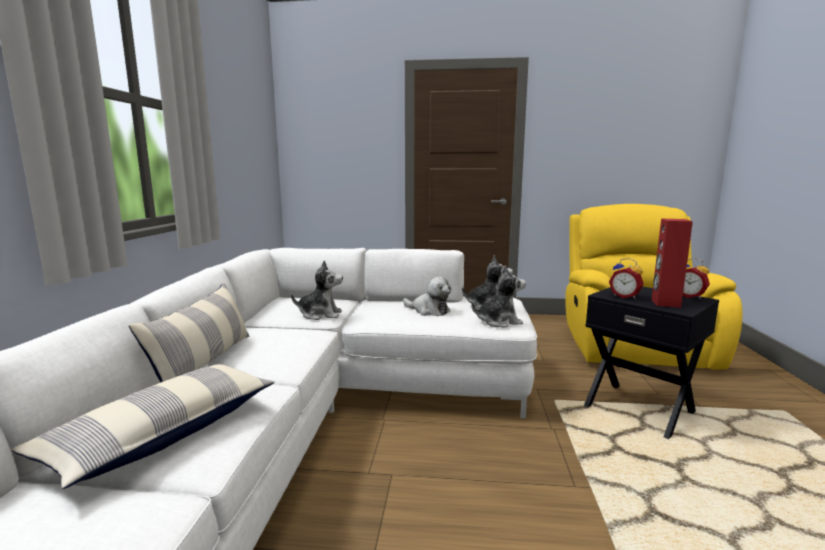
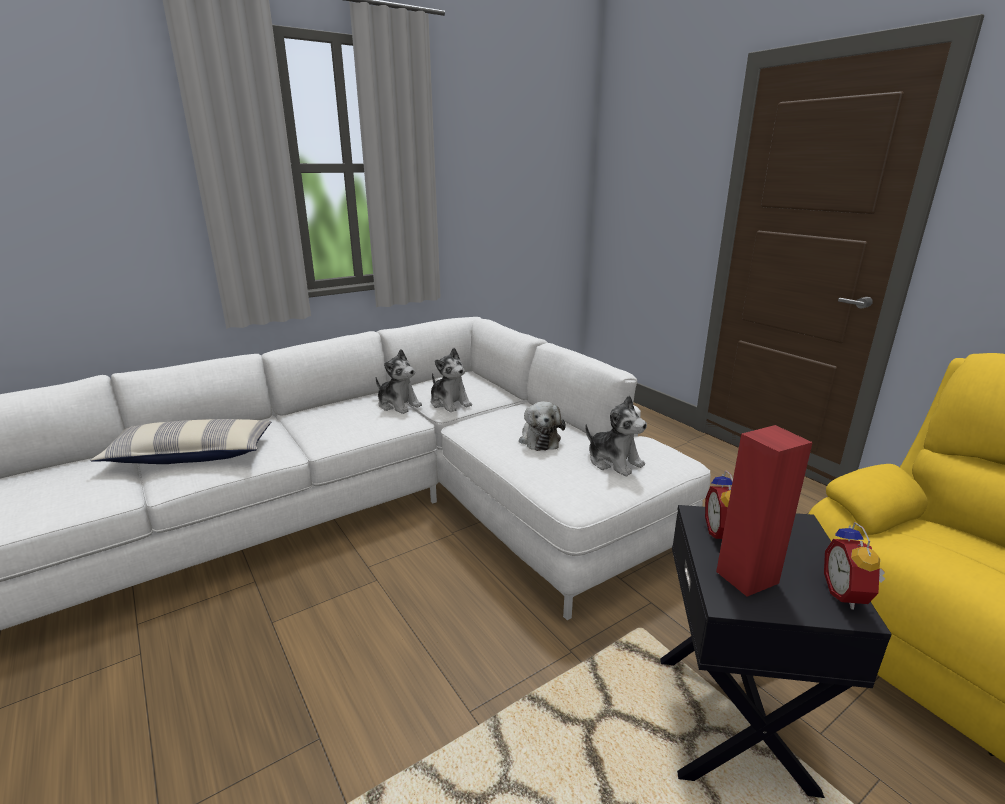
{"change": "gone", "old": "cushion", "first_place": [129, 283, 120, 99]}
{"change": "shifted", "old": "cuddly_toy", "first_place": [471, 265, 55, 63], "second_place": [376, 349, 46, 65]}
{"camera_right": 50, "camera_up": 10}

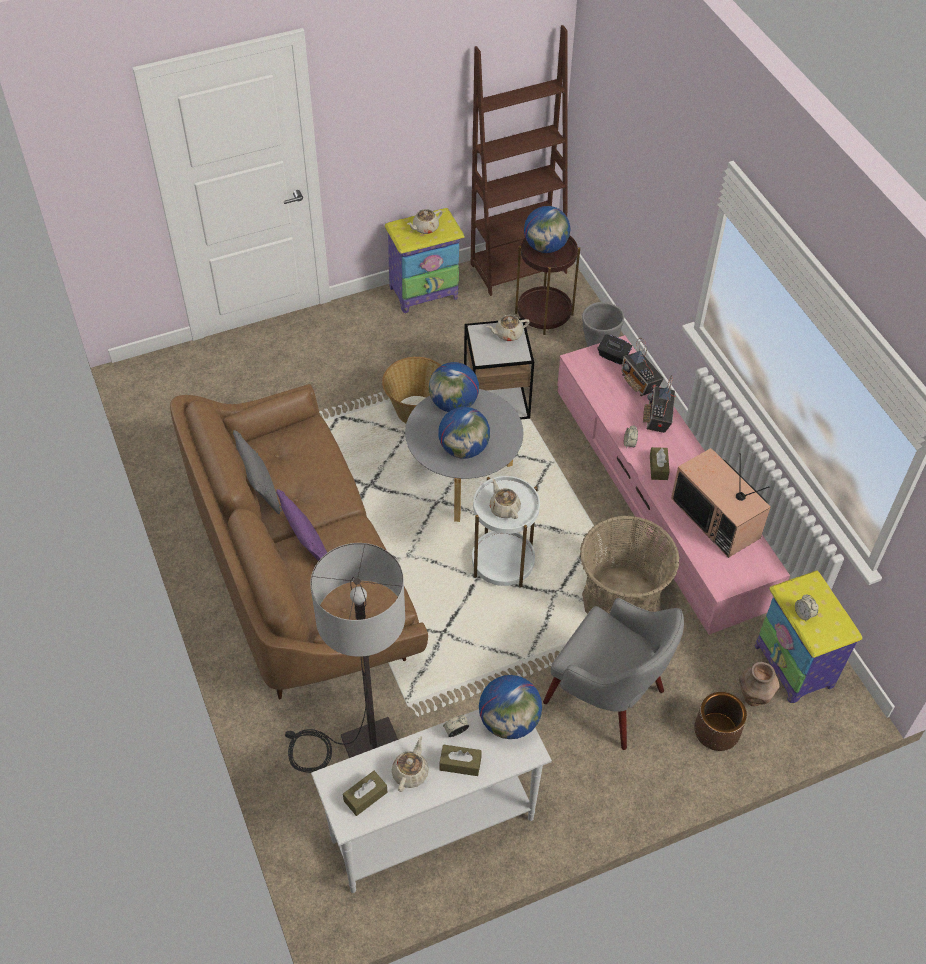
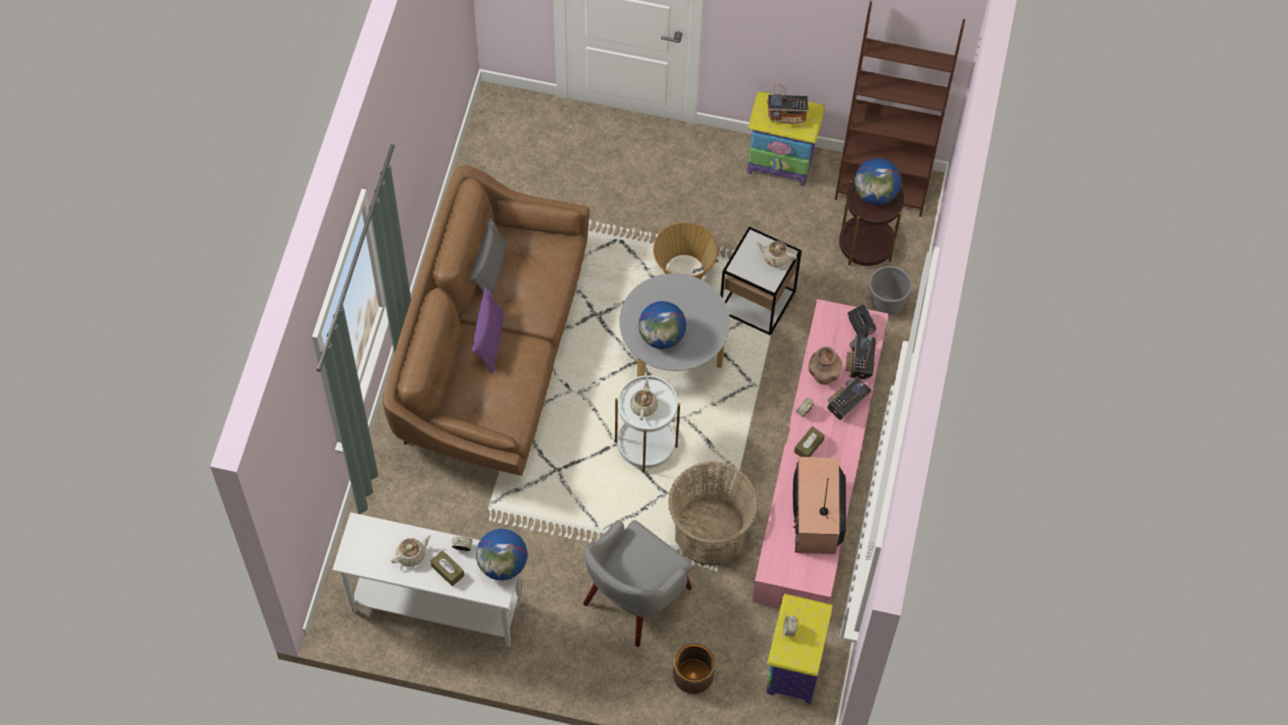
{"change": "gone", "old": "standard_lamp", "first_place": [285, 543, 120, 230]}
{"change": "gone", "old": "brownish_tissue_holder", "first_place": [343, 771, 44, 45]}
{"change": "swapped", "old": "beige_teapot", "new": "radio_receiver", "first_place": [407, 209, 36, 25], "second_place": [767, 84, 42, 40]}
{"change": "gone", "old": "world_globe", "first_place": [429, 362, 50, 50]}
{"change": "rotated", "old": "greyish_easy_chair", "first_place": [543, 598, 141, 152], "second_place": [583, 520, 109, 127], "degrees": 60}
{"change": "shifted", "old": "brownish_decorative_vase", "first_place": [739, 662, 41, 44], "second_place": [808, 346, 34, 39]}
{"camera_right": 35, "camera_up": 10}

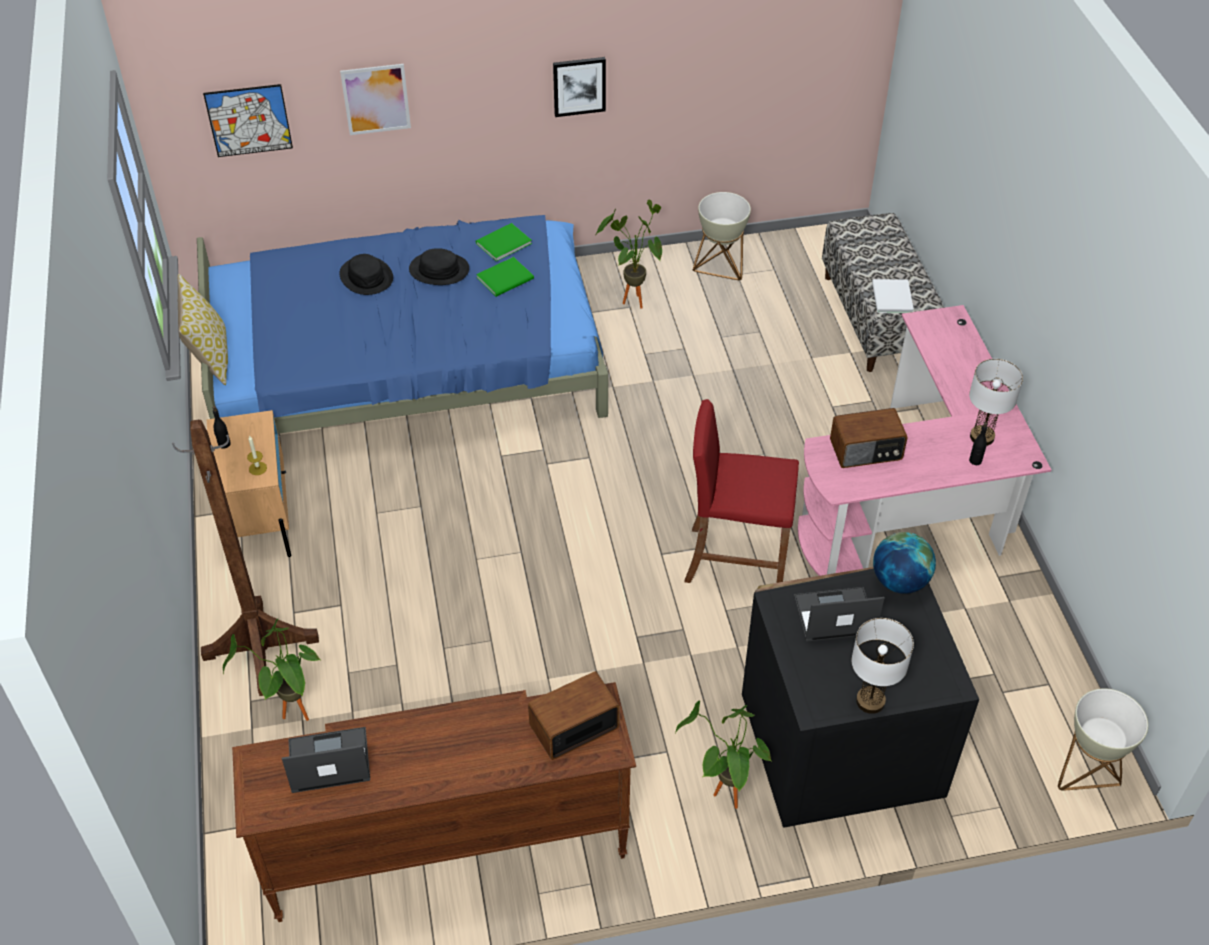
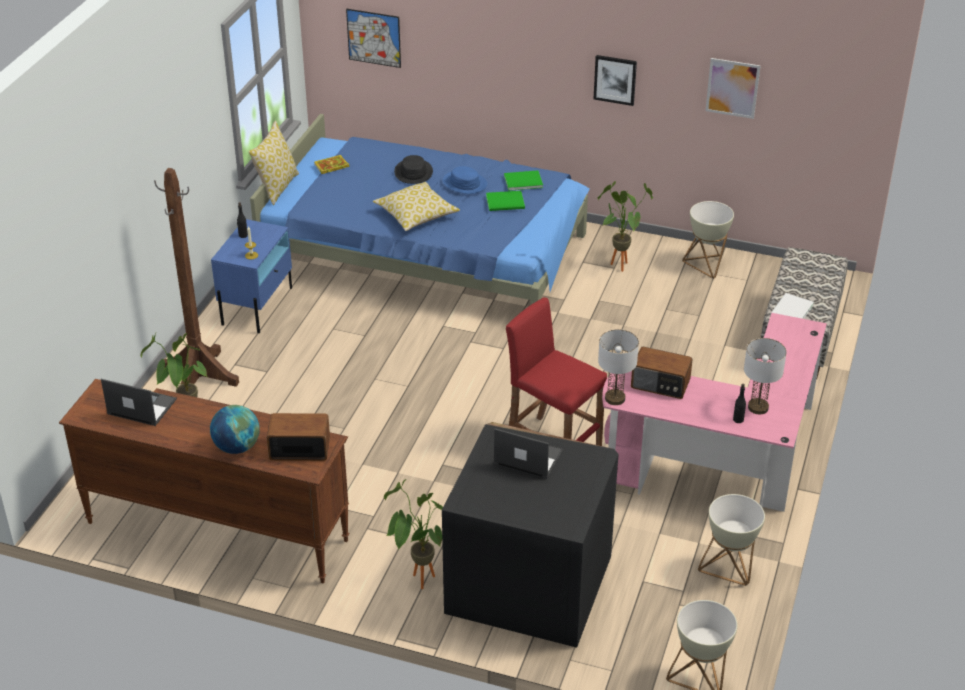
{"change": "repainted", "old": "beige_bedside_table", "new": "blue_bedside_table", "first_place": [207, 410, 85, 147], "second_place": [211, 219, 81, 114]}
{"change": "shifted", "old": "wall_picture", "first_place": [340, 64, 71, 71], "second_place": [705, 58, 56, 61]}
{"change": "repainted", "old": "blackish_hat", "new": "blue_hat", "first_place": [409, 248, 60, 37], "second_place": [443, 166, 44, 28]}
{"change": "shifted", "old": "lamp_for_a_table", "first_place": [852, 618, 62, 96], "second_place": [598, 329, 41, 76]}
{"change": "shifted", "old": "world_globe", "first_place": [873, 532, 63, 62], "second_place": [210, 405, 50, 49]}
{"change": "new", "new": "book", "second_place": [314, 155, 35, 19]}
{"change": "new", "new": "cushion", "second_place": [373, 182, 87, 49]}
{"change": "new", "new": "flower_pot", "second_place": [698, 494, 67, 92]}
{"camera_right": 30, "camera_up": -10}

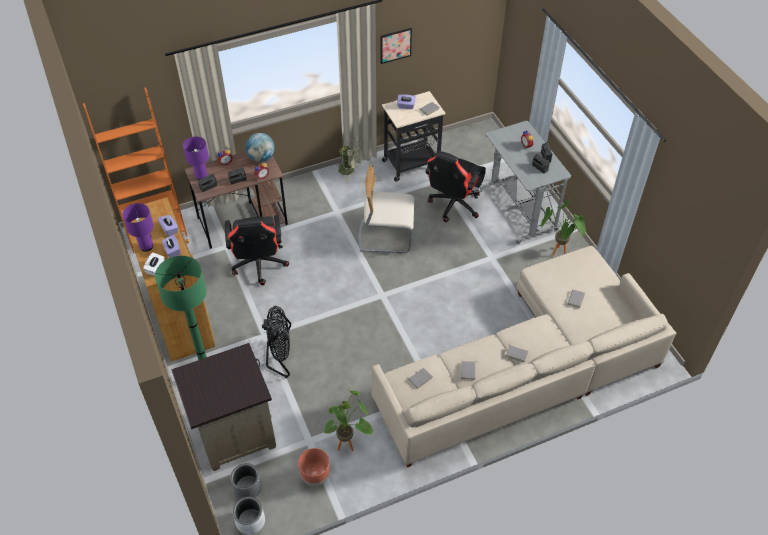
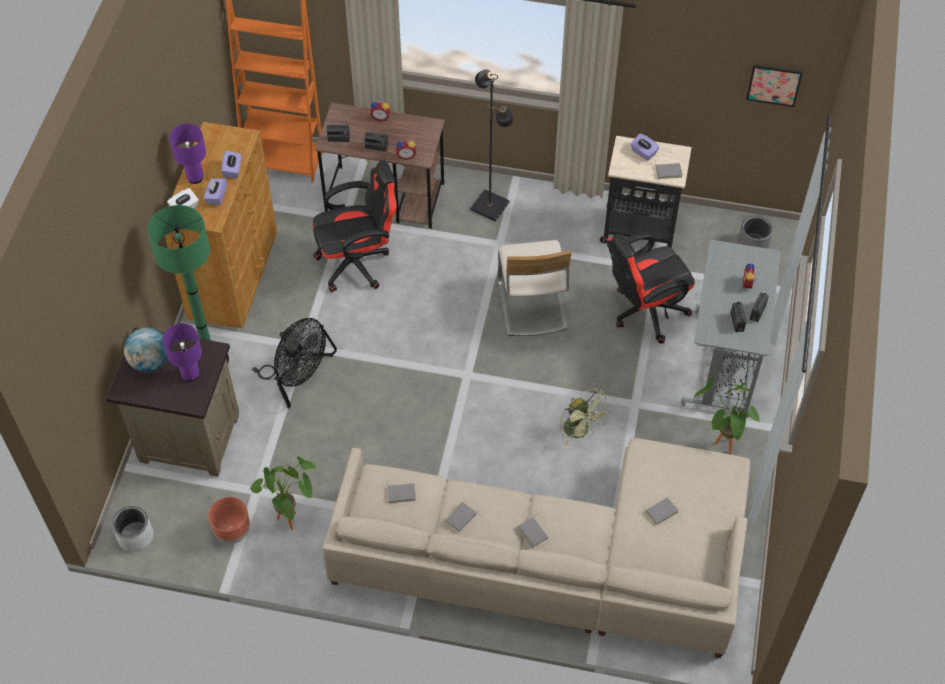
{"change": "shifted", "old": "purple_lamp_for_a_table", "first_place": [183, 137, 26, 43], "second_place": [163, 323, 39, 59]}
{"change": "rotated", "old": "blackish_office_chair", "first_place": [225, 215, 64, 70], "second_place": [313, 160, 84, 133], "degrees": -135}
{"change": "shifted", "old": "greyish_flower_pot", "first_place": [231, 463, 31, 36], "second_place": [737, 216, 36, 33]}
{"change": "shifted", "old": "world_globe", "first_place": [245, 133, 30, 29], "second_place": [124, 328, 46, 44]}
{"change": "shifted", "old": "greenish_fan", "first_place": [335, 136, 28, 44], "second_place": [560, 388, 51, 58]}
{"change": "rotated", "old": "beige_chair", "first_place": [358, 165, 56, 88], "second_place": [498, 240, 74, 96], "degrees": -135}
{"change": "shifted", "old": "wall_picture", "first_place": [380, 28, 32, 36], "second_place": [746, 65, 57, 42]}
{"change": "new", "new": "blackish_standard_lamp", "second_place": [470, 69, 43, 152]}
{"camera_right": 35, "camera_up": 5}

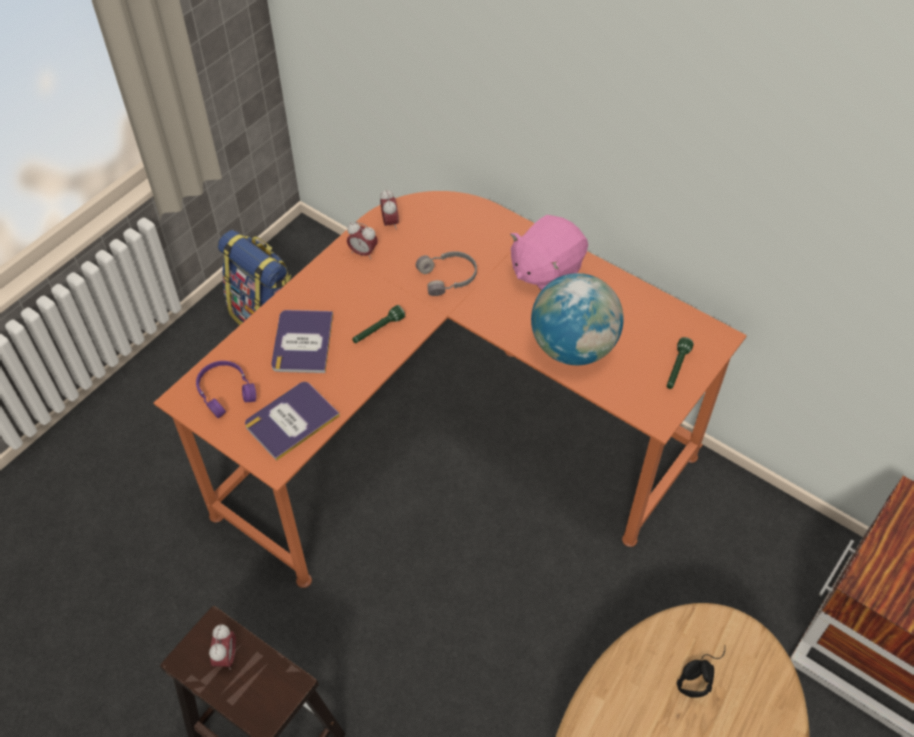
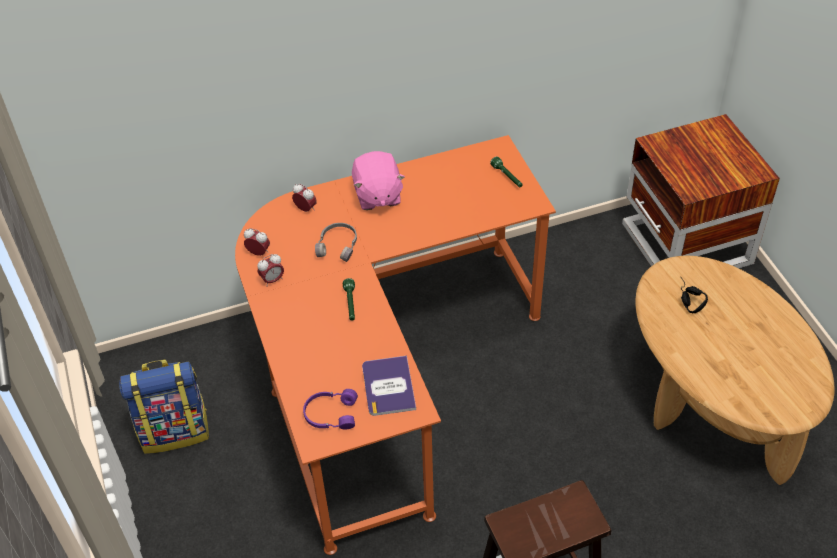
{"change": "shifted", "old": "alarm_clock", "first_place": [209, 624, 27, 46], "second_place": [292, 184, 25, 28]}
{"change": "gone", "old": "book", "first_place": [271, 310, 62, 63]}
{"change": "gone", "old": "world_globe", "first_place": [531, 273, 93, 92]}
{"camera_right": -55, "camera_up": -5}

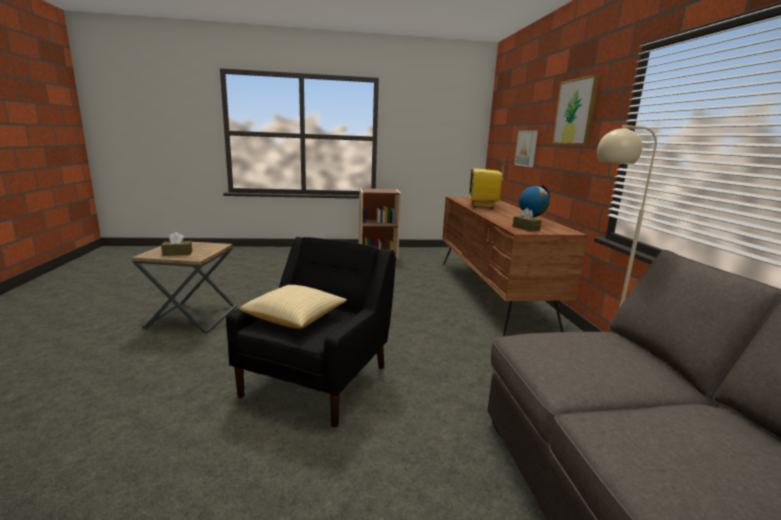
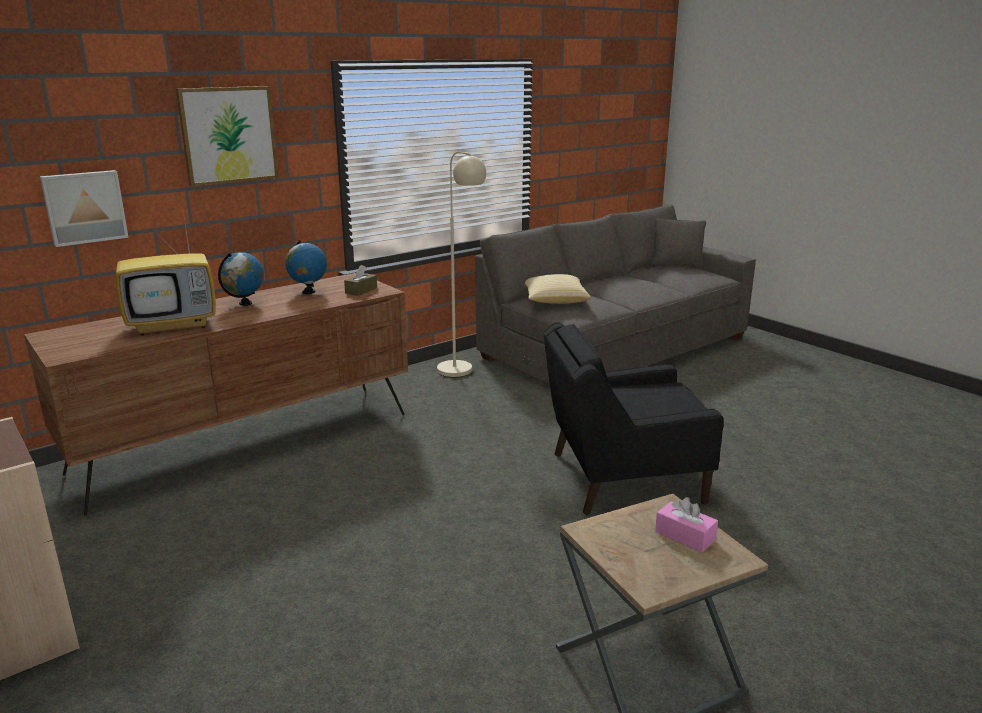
{"change": "repainted", "old": "brownish_tissue_holder", "new": "pinkish_tissue_holder", "first_place": [161, 232, 31, 24], "second_place": [655, 497, 63, 55]}
{"change": "shifted", "old": "cushion", "first_place": [239, 285, 108, 44], "second_place": [525, 274, 66, 30]}
{"change": "new", "new": "world_globe", "second_place": [218, 252, 46, 54]}
{"camera_right": -120, "camera_up": 5}

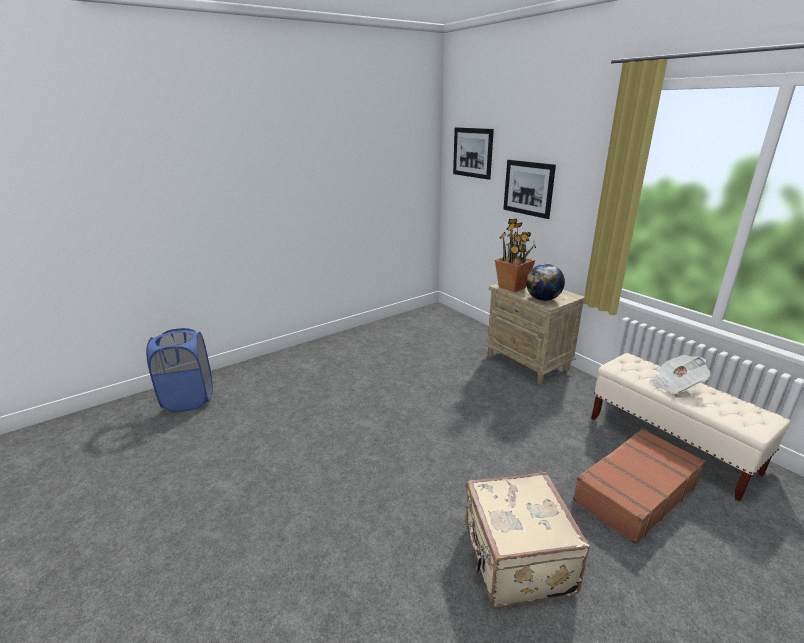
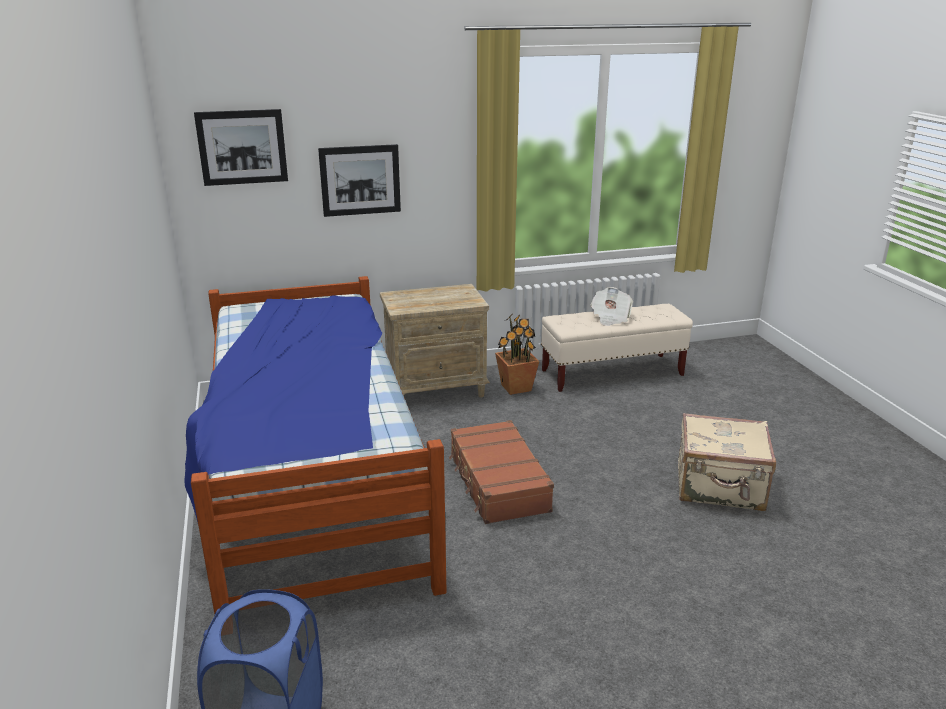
{"change": "shifted", "old": "potted_plant", "first_place": [495, 219, 41, 73], "second_place": [495, 314, 44, 81]}
{"change": "gone", "old": "world_globe", "first_place": [526, 264, 39, 37]}
{"change": "shifted", "old": "brownish_travel_case", "first_place": [573, 428, 133, 116], "second_place": [449, 420, 105, 104]}
{"change": "new", "new": "bedroom_bed", "second_place": [184, 276, 263, 338]}
{"camera_right": -70, "camera_up": 0}

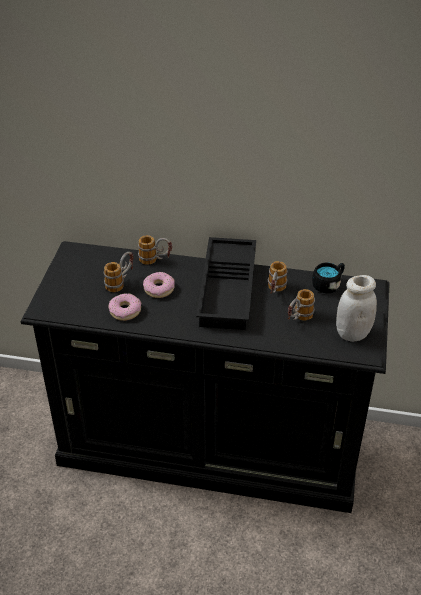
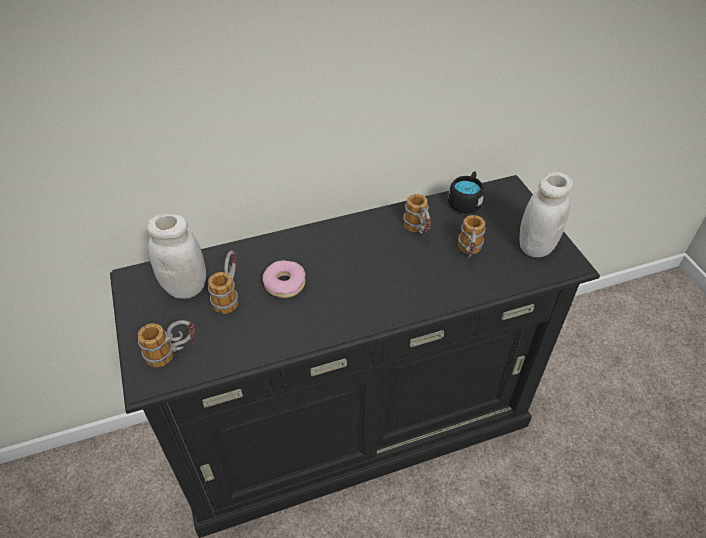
{"change": "gone", "old": "ring_doughnut", "first_place": [108, 293, 33, 28]}
{"change": "shifted", "old": "mug", "first_place": [138, 235, 34, 30], "second_place": [138, 320, 57, 47]}
{"change": "gone", "old": "blackish_serving_tray", "first_place": [196, 237, 60, 93]}
{"change": "new", "new": "white_preserve_jar", "second_place": [146, 214, 60, 85]}
{"camera_right": -30, "camera_up": 5}

